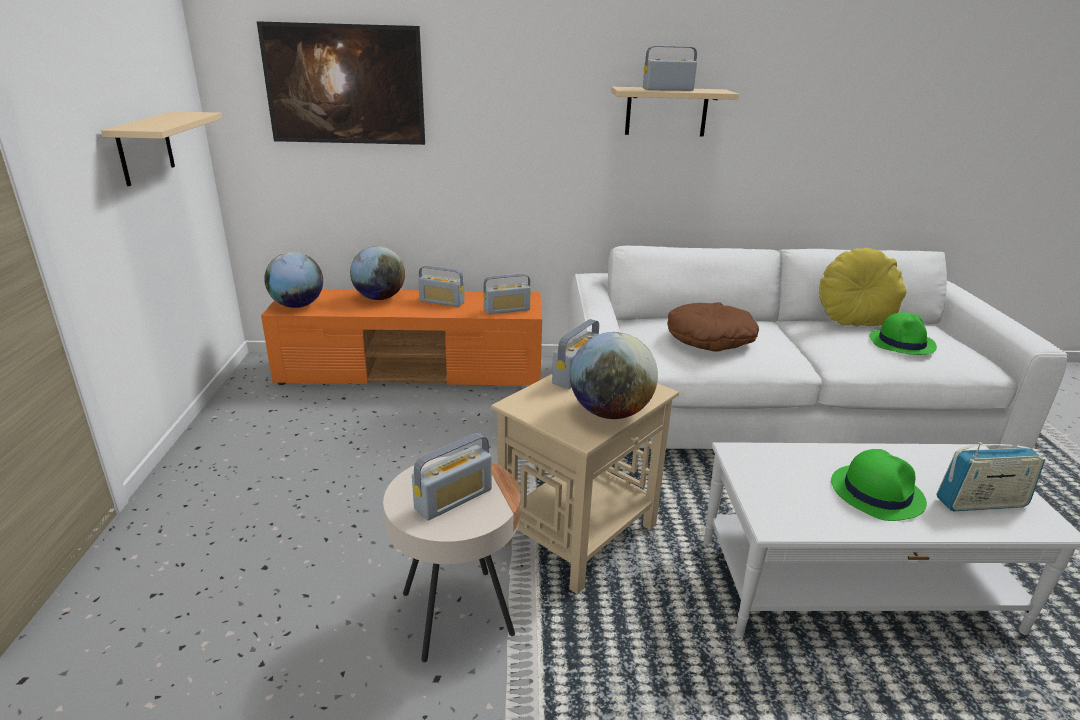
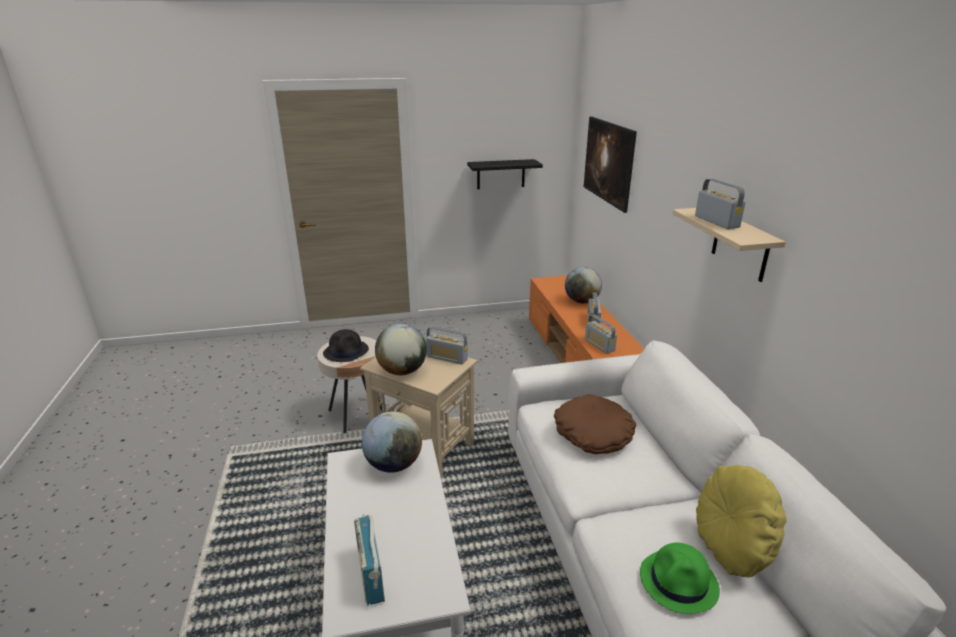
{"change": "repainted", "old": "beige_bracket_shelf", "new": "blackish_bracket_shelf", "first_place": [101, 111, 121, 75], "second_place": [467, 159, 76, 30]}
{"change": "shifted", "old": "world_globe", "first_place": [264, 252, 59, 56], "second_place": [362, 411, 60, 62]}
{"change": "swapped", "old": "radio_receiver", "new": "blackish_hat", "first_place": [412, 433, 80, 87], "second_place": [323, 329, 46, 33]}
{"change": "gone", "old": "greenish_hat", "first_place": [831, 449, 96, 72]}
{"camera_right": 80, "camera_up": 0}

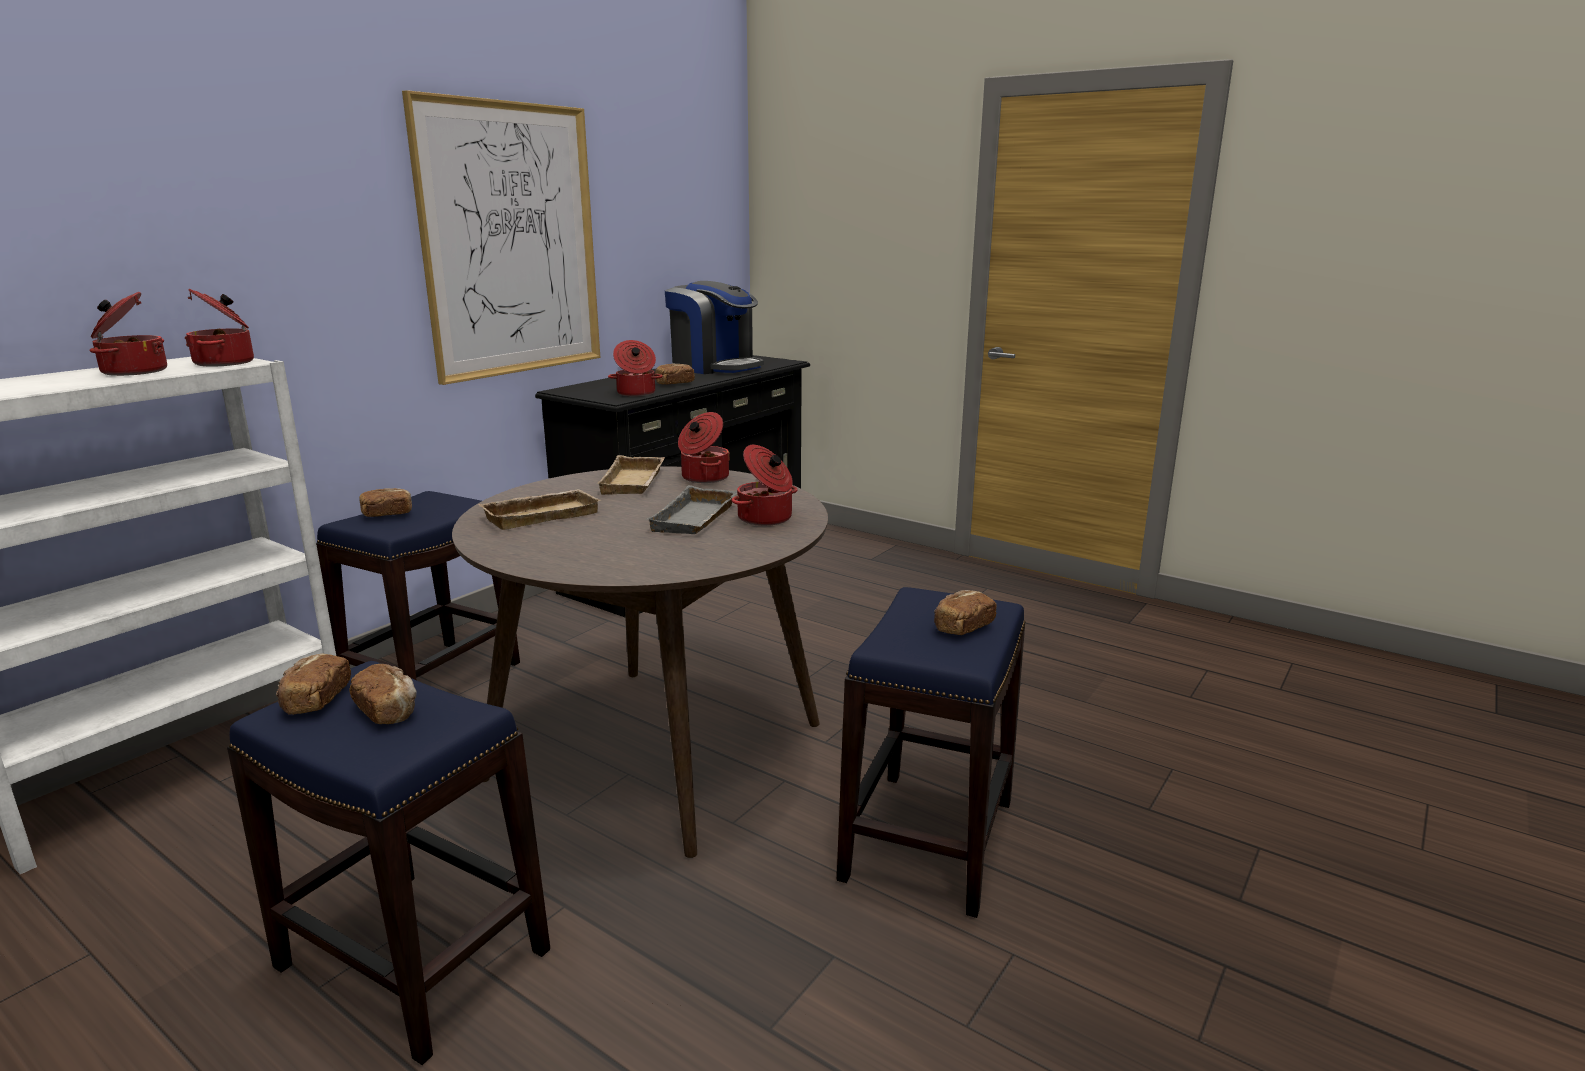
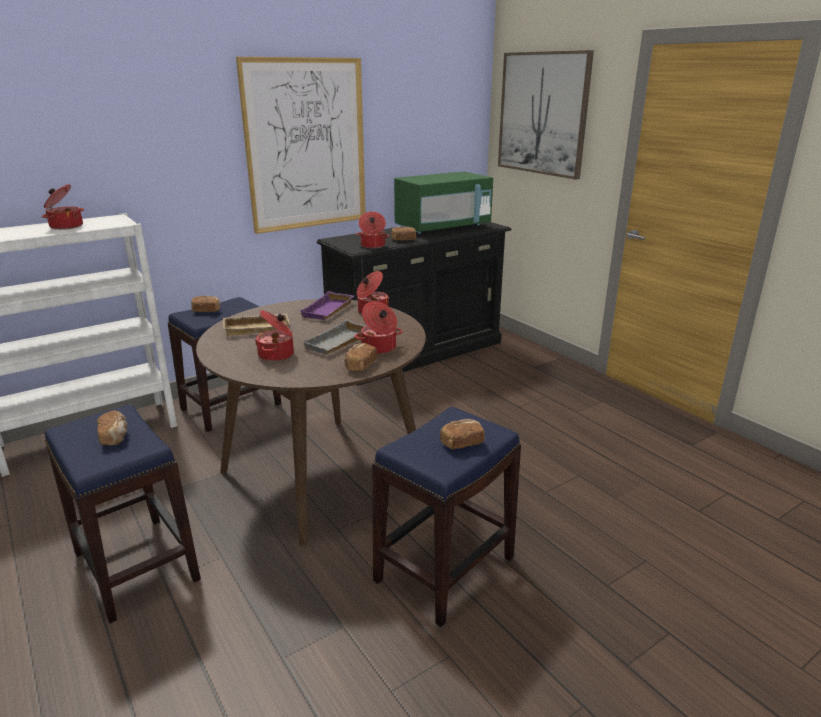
{"change": "shifted", "old": "stockpot", "first_place": [184, 289, 70, 78], "second_place": [255, 310, 39, 52]}
{"change": "shifted", "old": "baked_bread", "first_place": [276, 654, 75, 61], "second_place": [344, 343, 33, 28]}
{"change": "repainted", "old": "beige_serving_tray", "new": "purple_serving_tray", "first_place": [596, 455, 69, 40], "second_place": [299, 291, 55, 29]}
{"change": "swapped", "old": "coffee_machine", "new": "greenish_microwave_oven", "first_place": [665, 281, 99, 93], "second_place": [394, 172, 99, 62]}
{"change": "new", "new": "wall_picture", "second_place": [498, 50, 96, 130]}
{"camera_right": 20, "camera_up": 5}

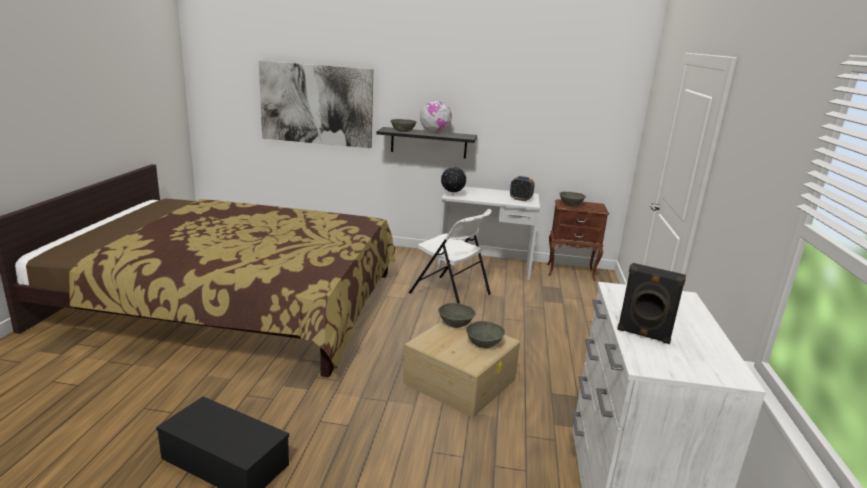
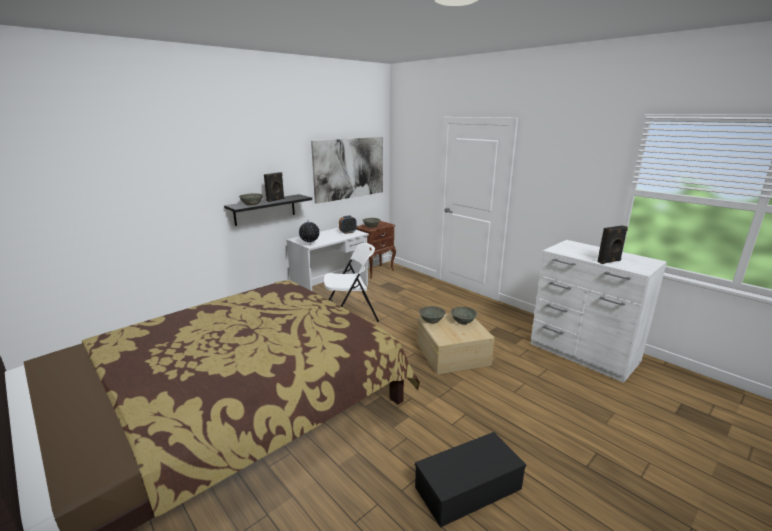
{"change": "shifted", "old": "wall_picture", "first_place": [259, 61, 114, 87], "second_place": [311, 137, 72, 67]}
{"change": "swapped", "old": "world_globe", "new": "blackish_speaker", "first_place": [420, 101, 32, 33], "second_place": [264, 172, 20, 30]}
{"camera_right": -50, "camera_up": 0}

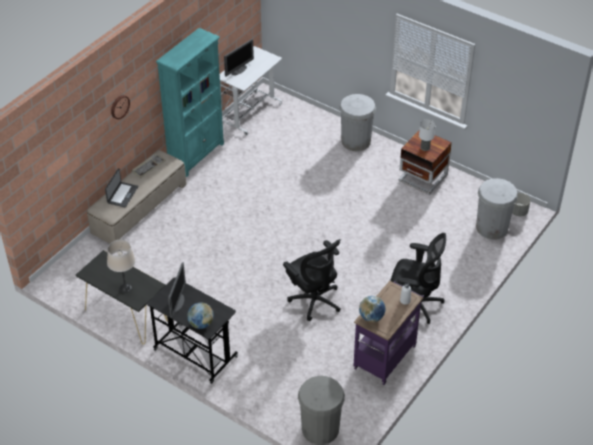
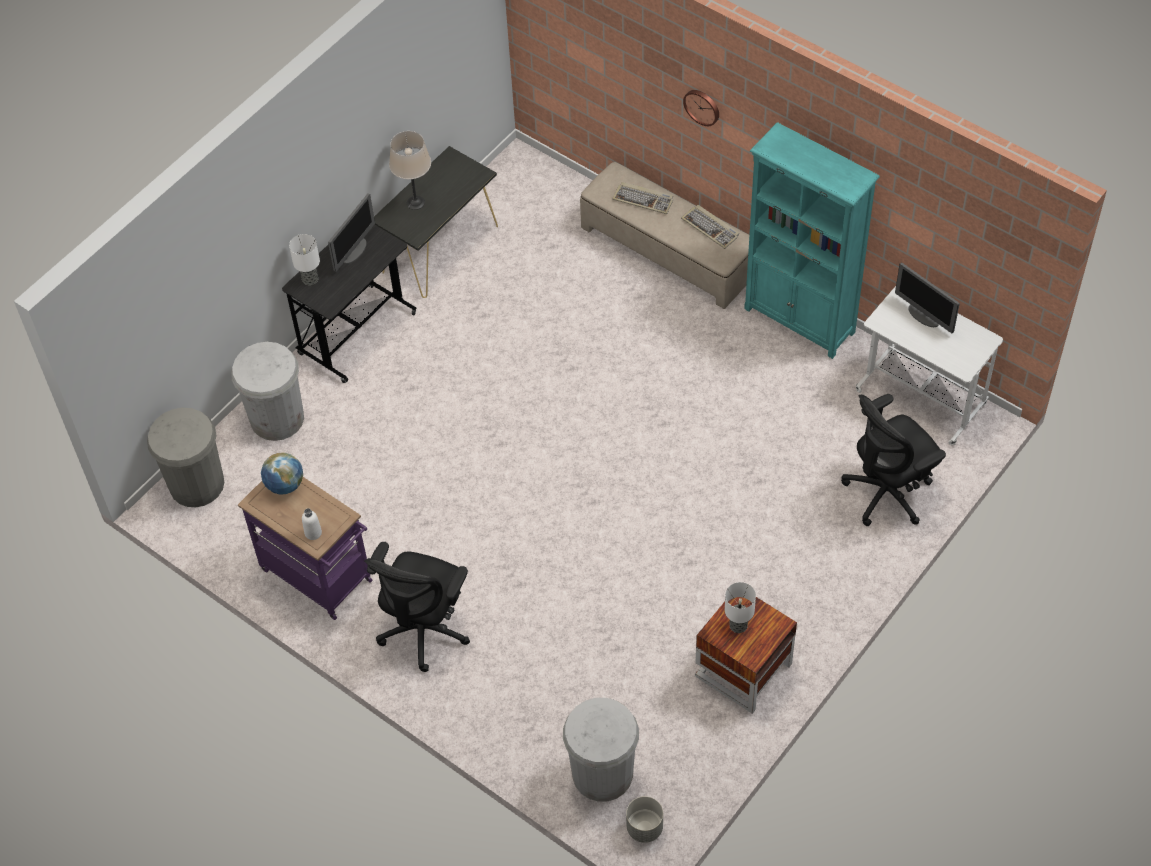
{"change": "swapped", "old": "notebook_computer", "new": "PC_keyboard", "first_place": [105, 168, 33, 40], "second_place": [613, 182, 60, 32]}
{"change": "rotated", "old": "computer_screen", "first_place": [168, 262, 18, 56], "second_place": [328, 193, 47, 79], "degrees": -75}
{"change": "swapped", "old": "world_globe", "new": "lamp_for_a_table", "first_place": [187, 303, 27, 26], "second_place": [289, 234, 31, 51]}
{"change": "shifted", "old": "blackish_office_chair", "first_place": [283, 239, 58, 82], "second_place": [841, 394, 105, 132]}
{"change": "shifted", "old": "white_waste_bin", "first_place": [339, 94, 37, 57], "second_place": [231, 342, 73, 99]}
{"camera_right": 95, "camera_up": 10}

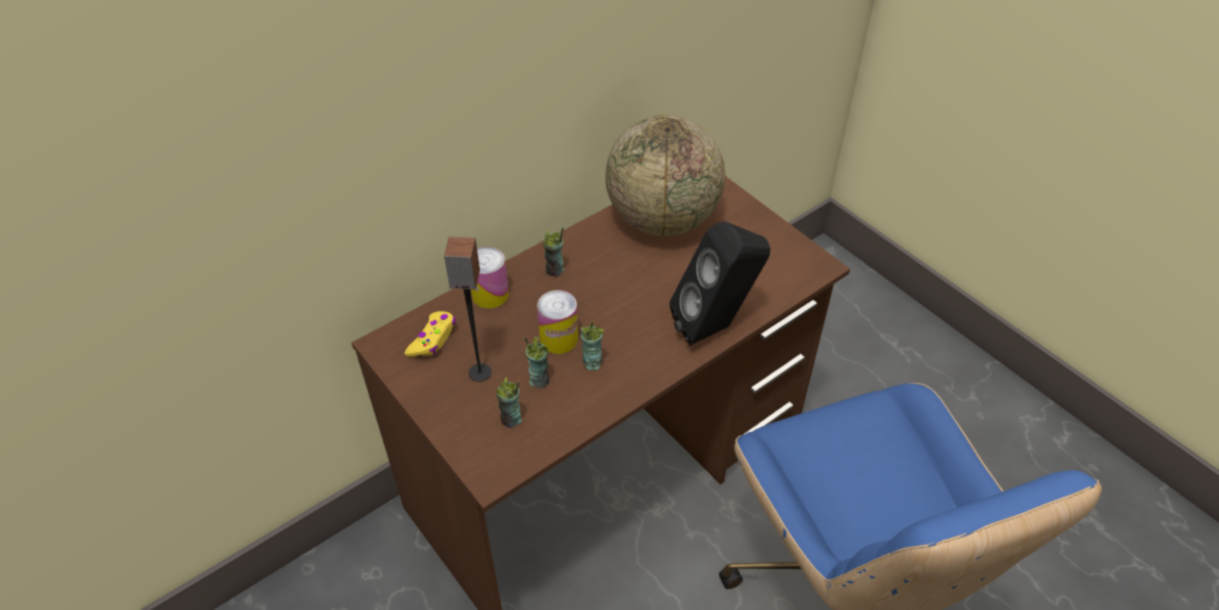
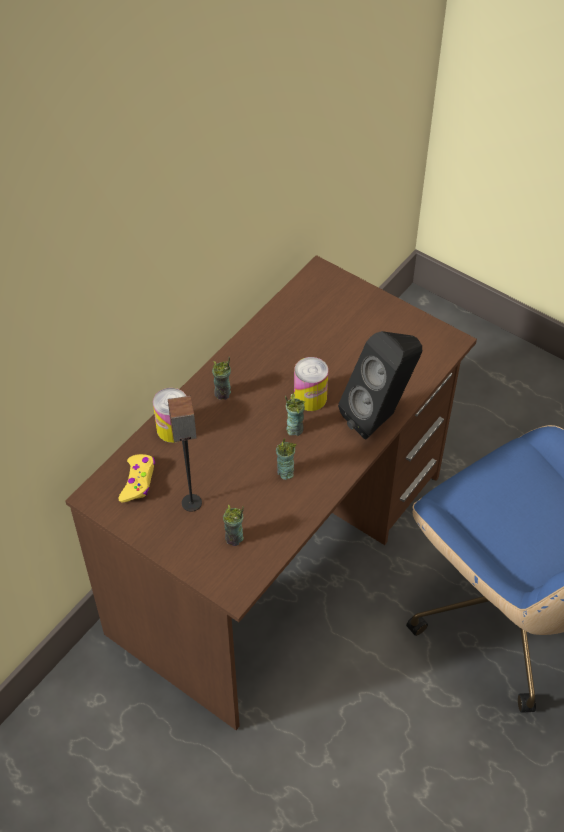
{"change": "shifted", "old": "drinking_cup", "first_place": [524, 337, 25, 51], "second_place": [285, 394, 20, 42]}
{"change": "shifted", "old": "sealed_can", "first_place": [537, 290, 41, 64], "second_place": [294, 357, 34, 54]}
{"change": "gone", "old": "world_globe", "first_place": [605, 115, 120, 121]}
{"camera_right": -15, "camera_up": 5}

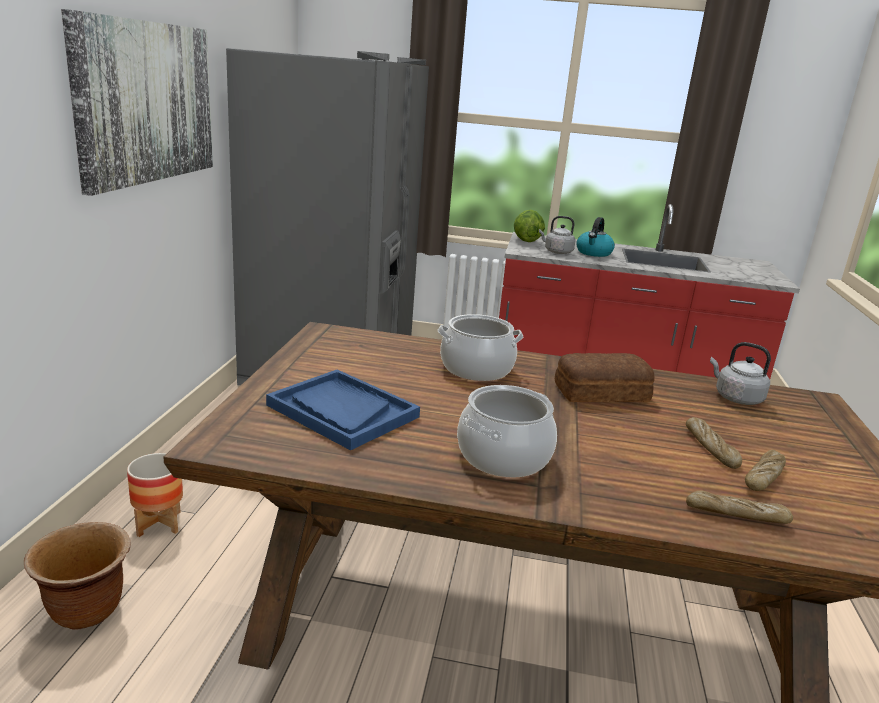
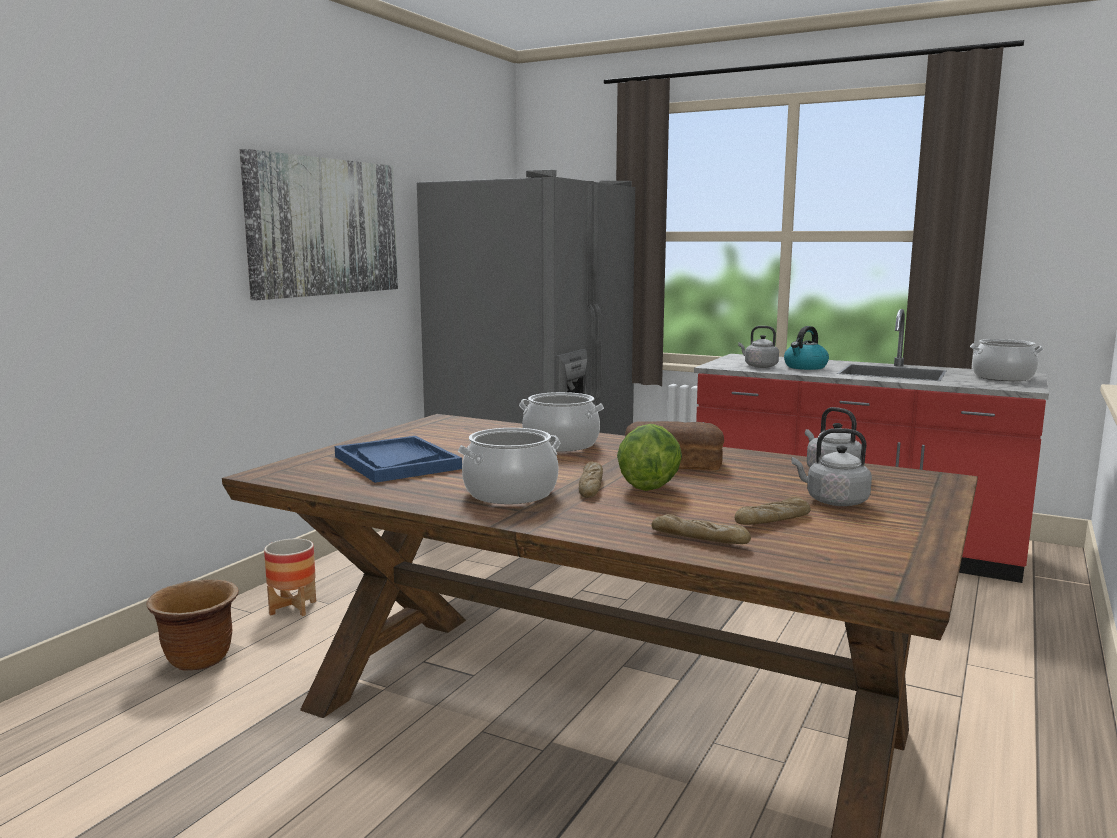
{"change": "shifted", "old": "lettuce_head", "first_place": [514, 210, 31, 32], "second_place": [617, 424, 65, 67]}
{"change": "shifted", "old": "baked_bread", "first_place": [686, 417, 56, 52], "second_place": [579, 461, 24, 37]}
{"change": "new", "new": "greyish_tea_kettle", "second_place": [792, 428, 80, 78]}
{"change": "new", "new": "stockpot", "second_place": [970, 339, 73, 42]}
{"camera_right": 20, "camera_up": -10}

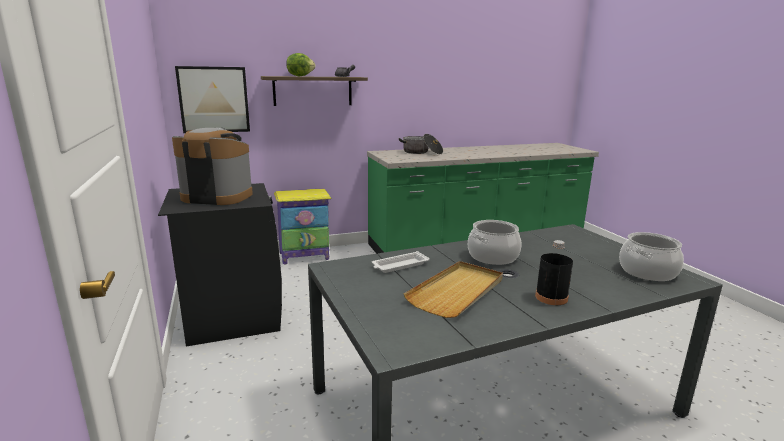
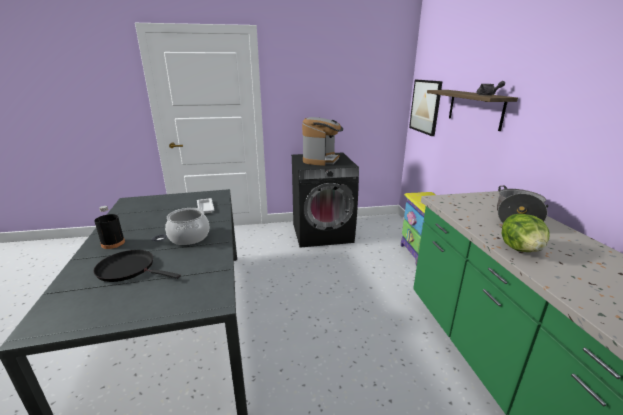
{"change": "shifted", "old": "lettuce_head", "first_place": [286, 53, 30, 23], "second_place": [502, 214, 48, 38]}
{"change": "gone", "old": "beige_serving_tray", "first_place": [404, 261, 99, 57]}
{"change": "gone", "old": "stockpot", "first_place": [619, 232, 65, 49]}
{"change": "new", "new": "blackish_pan", "second_place": [93, 250, 88, 32]}
{"camera_right": 100, "camera_up": 5}

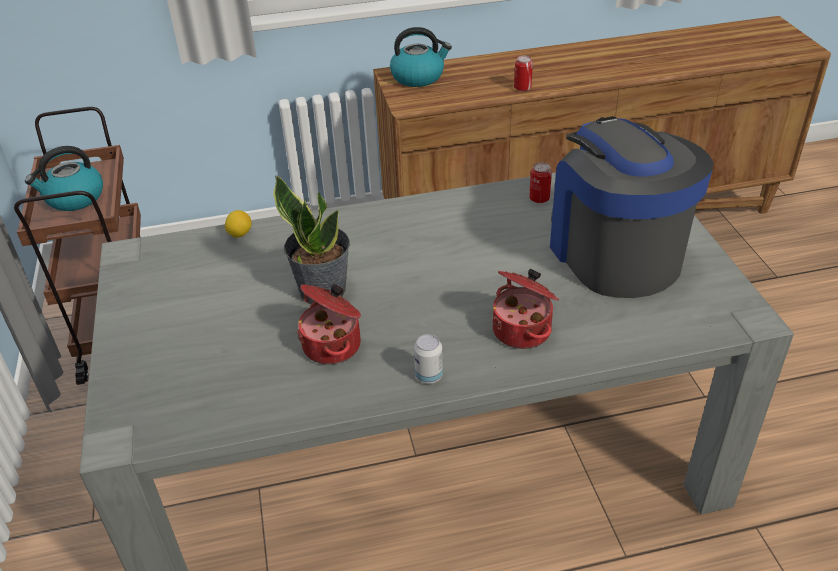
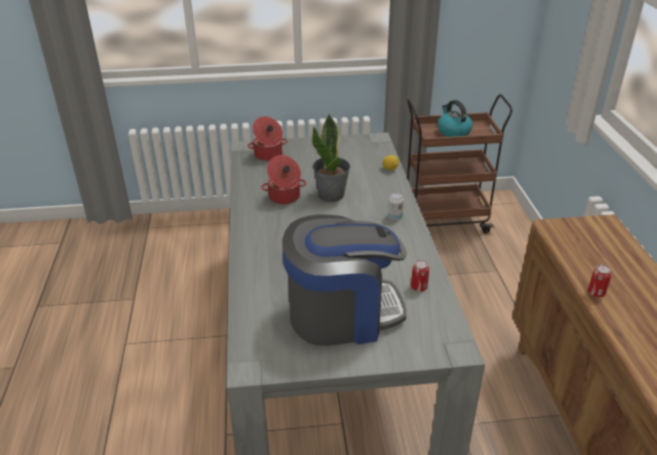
{"change": "gone", "old": "tea_kettle", "first_place": [390, 27, 62, 60]}
{"change": "shifted", "old": "sealed_can", "first_place": [414, 334, 29, 50], "second_place": [388, 193, 16, 27]}
{"change": "shifted", "old": "stockpot", "first_place": [493, 269, 66, 80], "second_place": [247, 116, 41, 45]}
{"camera_right": 95, "camera_up": -5}

